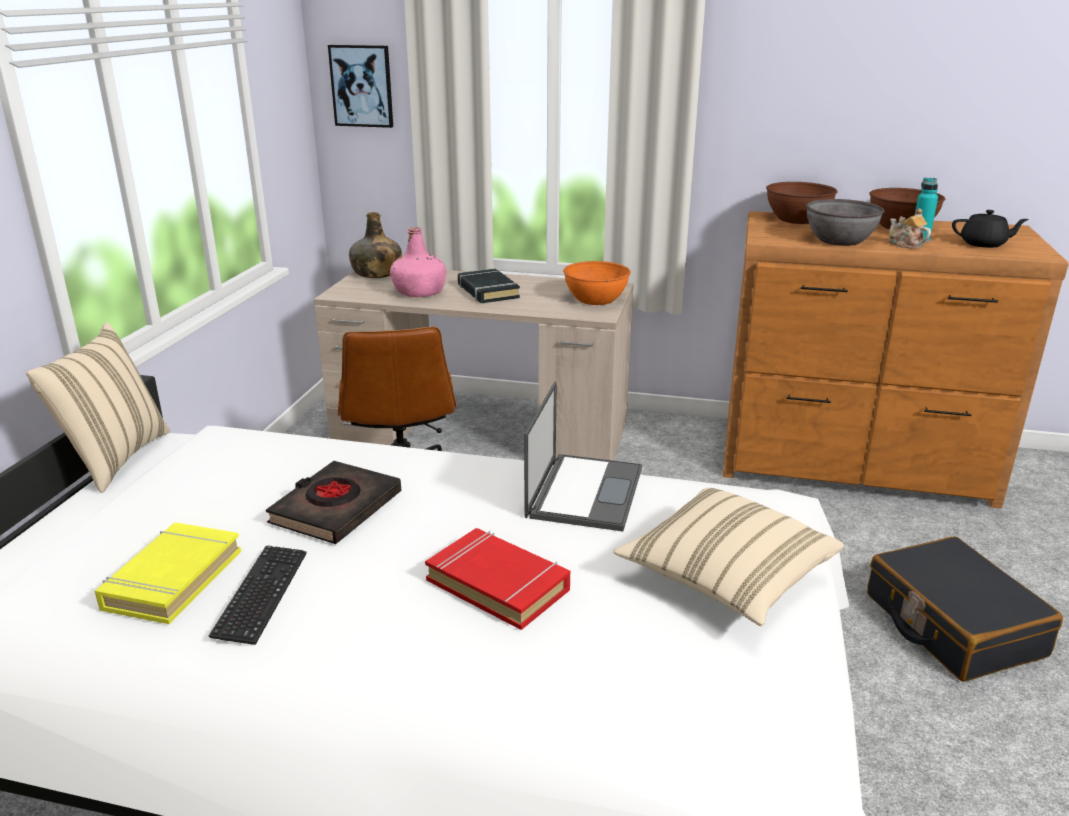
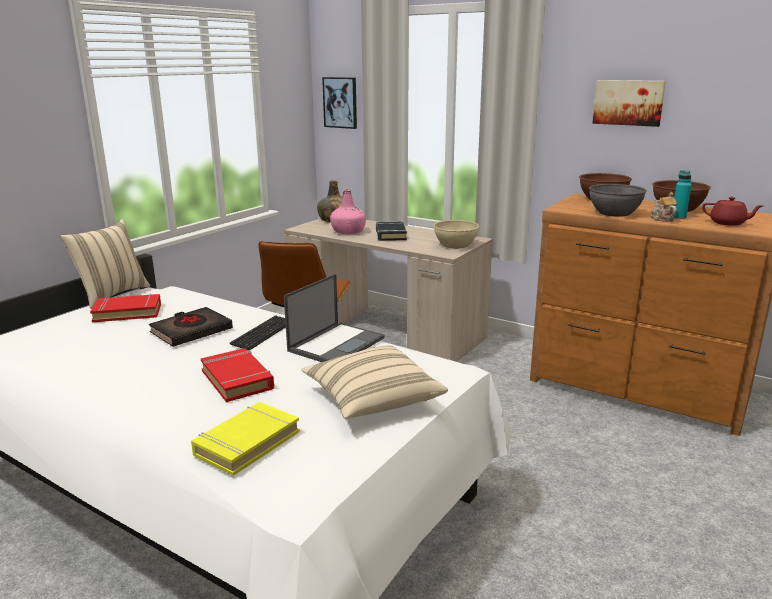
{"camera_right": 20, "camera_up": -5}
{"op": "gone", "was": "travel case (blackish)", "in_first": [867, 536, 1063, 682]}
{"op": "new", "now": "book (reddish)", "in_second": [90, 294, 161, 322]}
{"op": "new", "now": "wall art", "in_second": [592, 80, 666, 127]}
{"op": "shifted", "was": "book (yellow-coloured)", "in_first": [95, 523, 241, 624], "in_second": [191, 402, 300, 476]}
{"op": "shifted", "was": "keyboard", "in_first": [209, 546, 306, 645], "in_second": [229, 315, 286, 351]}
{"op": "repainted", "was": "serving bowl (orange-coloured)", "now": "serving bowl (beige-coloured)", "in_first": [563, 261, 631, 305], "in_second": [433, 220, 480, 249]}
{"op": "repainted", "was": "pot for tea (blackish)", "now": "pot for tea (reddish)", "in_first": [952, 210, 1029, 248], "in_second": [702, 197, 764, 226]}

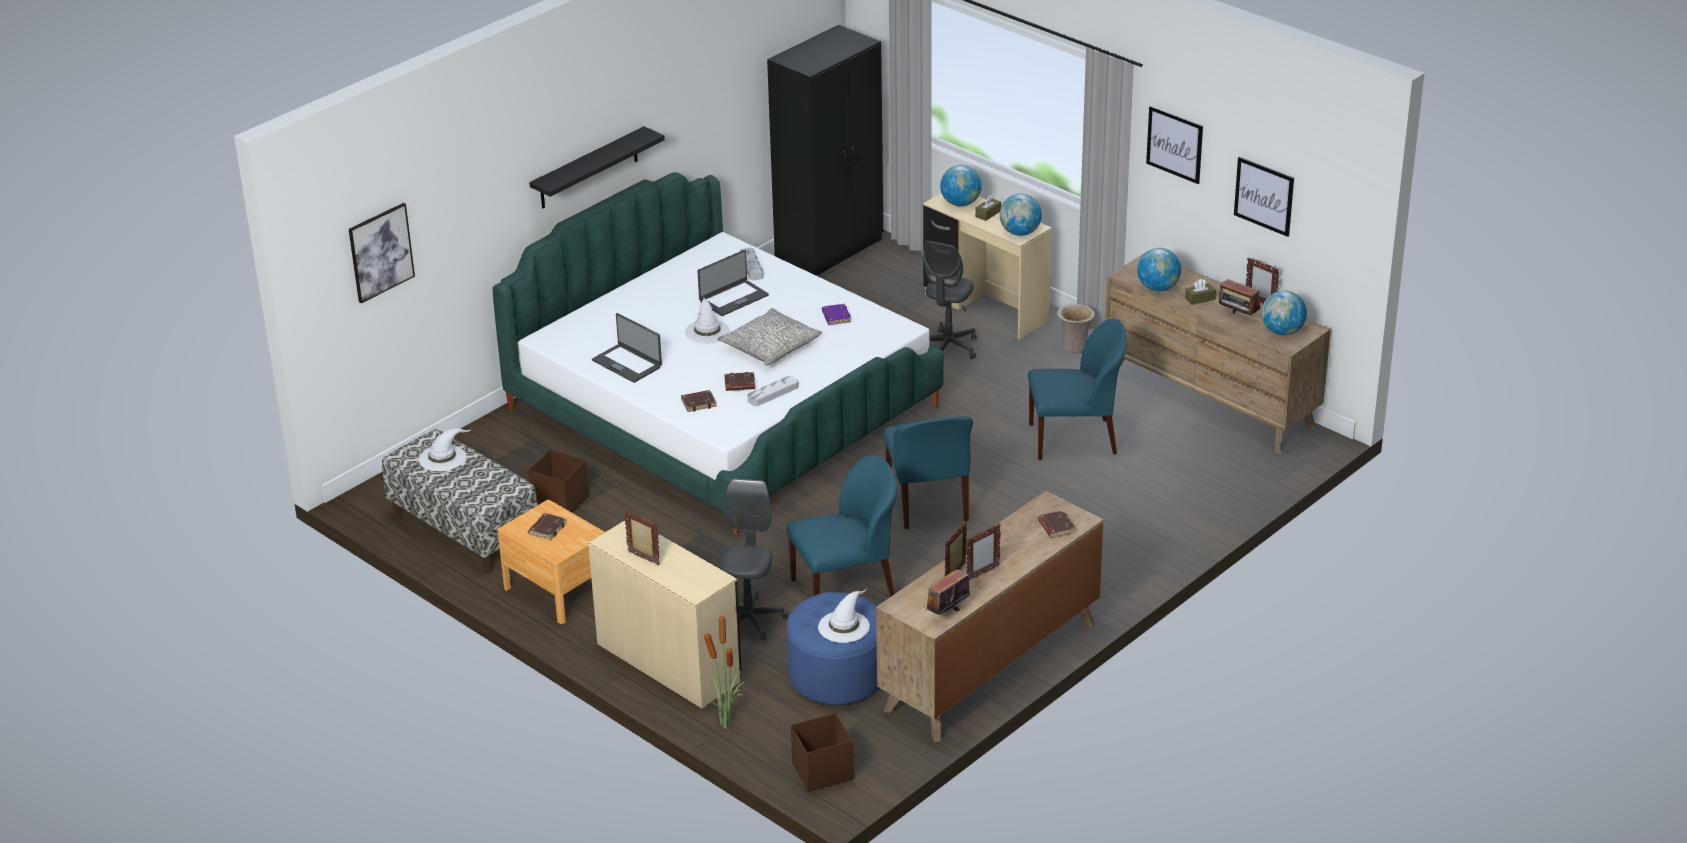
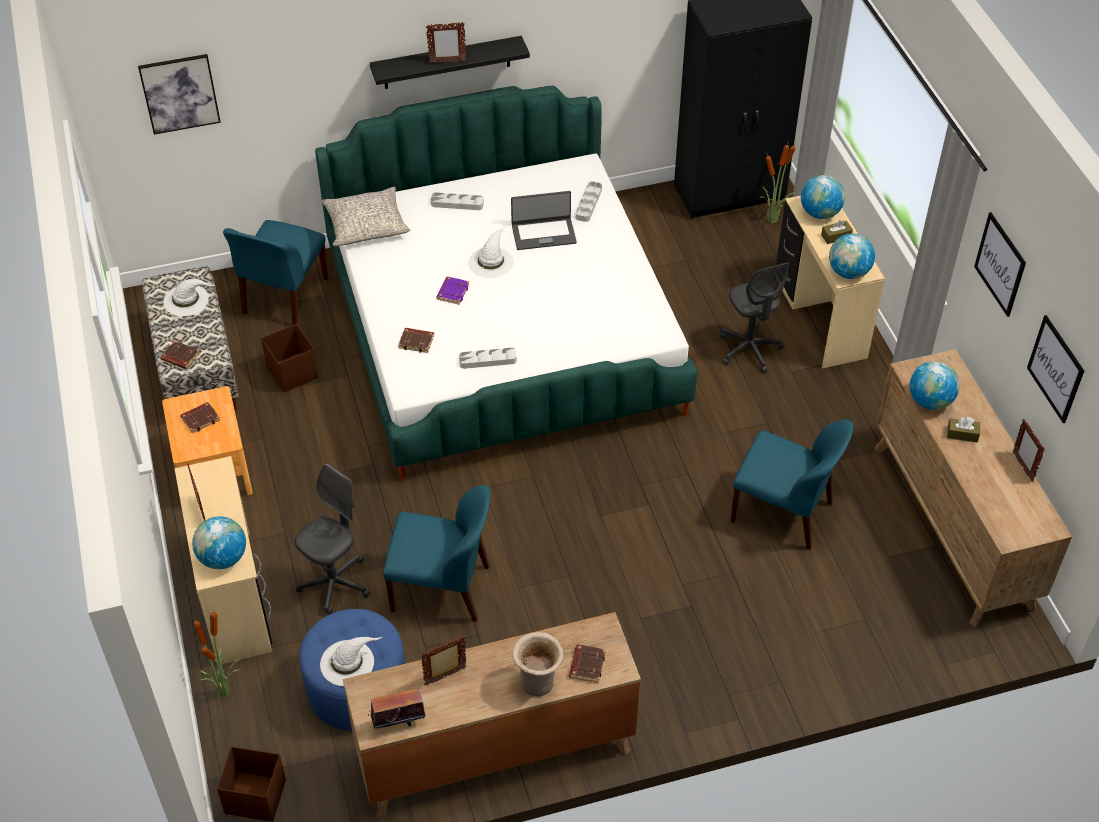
{"camera_right": 30, "camera_up": 15}
{"op": "gone", "was": "portable computer", "in_first": [592, 313, 662, 383]}
{"op": "gone", "was": "radio set", "in_first": [1219, 279, 1260, 316]}
{"op": "new", "now": "tray (greyish)", "in_second": [431, 192, 484, 210]}
{"op": "new", "now": "houseplant", "in_second": [760, 144, 796, 224]}
{"op": "shifted", "was": "cushion (greyish)", "in_first": [717, 308, 822, 366], "in_second": [321, 187, 411, 246]}
{"op": "shifted", "was": "book (brown)", "in_first": [724, 372, 755, 391], "in_second": [161, 341, 200, 369]}
{"op": "shifted", "was": "book (purple-coloured)", "in_first": [822, 304, 851, 325], "in_second": [436, 277, 469, 305]}
{"op": "shifted", "was": "upright chair (bluish)", "in_first": [883, 416, 973, 529], "in_second": [223, 220, 329, 325]}
{"op": "shifted", "was": "photo frame", "in_first": [966, 523, 1001, 580], "in_second": [426, 22, 466, 63]}
{"op": "shifted", "was": "vase (beige-coloured)", "in_first": [1057, 304, 1095, 354], "in_second": [513, 632, 564, 697]}
{"op": "shifted", "was": "world globe", "in_first": [1261, 291, 1307, 335], "in_second": [192, 516, 246, 569]}
{"op": "rotated", "was": "computer chair (greyish)", "in_first": [923, 241, 977, 359], "in_second": [720, 262, 789, 373], "clockwise": -75}

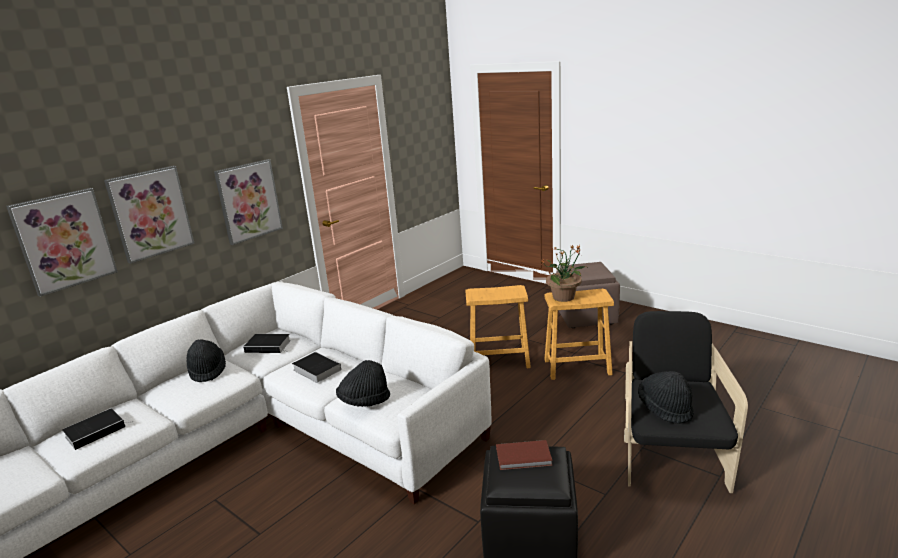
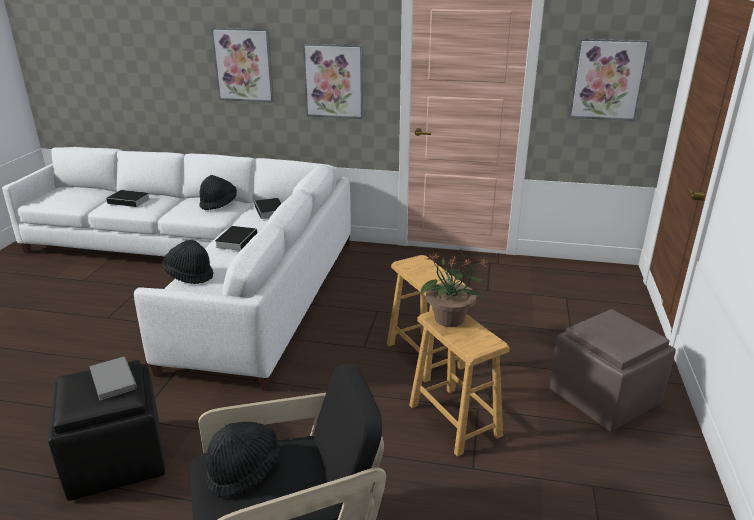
{"camera_right": 60, "camera_up": 5}
{"op": "shifted", "was": "wall art", "in_first": [6, 188, 118, 297], "in_second": [569, 38, 650, 121]}
{"op": "repainted", "was": "book (brown)", "now": "book (greyish)", "in_first": [496, 440, 553, 470], "in_second": [89, 357, 137, 400]}

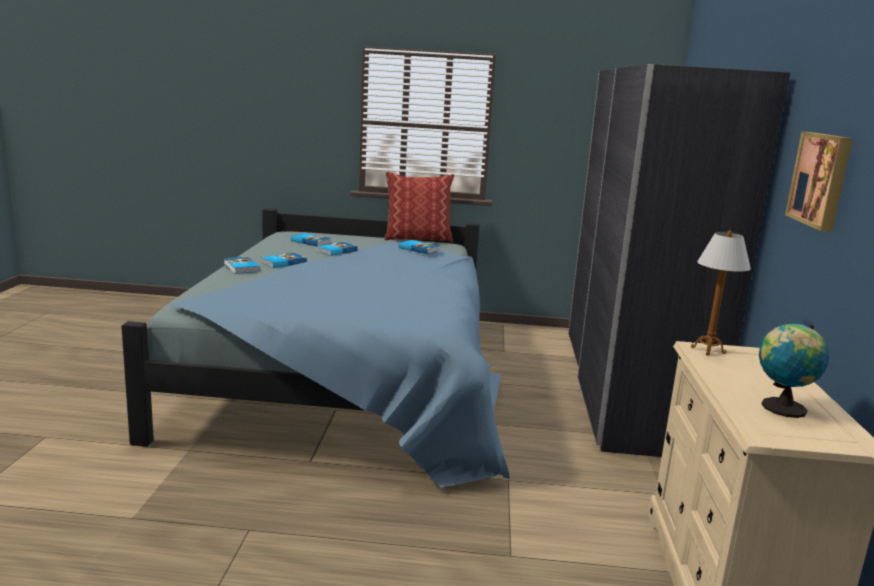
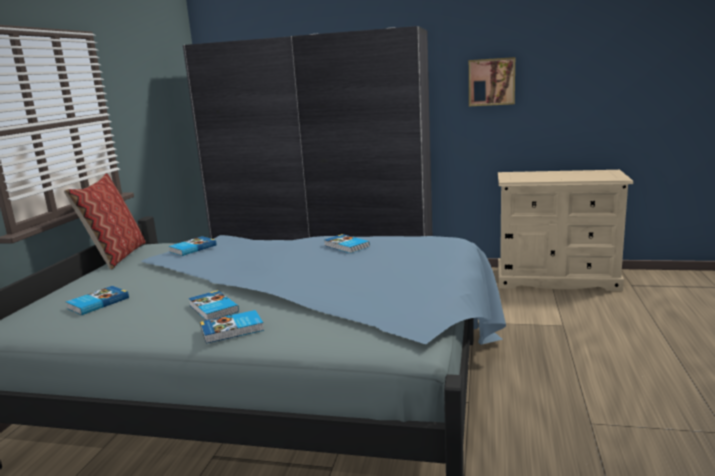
{"camera_right": -80, "camera_up": 0}
{"op": "gone", "was": "table lamp", "in_first": [691, 230, 751, 356]}
{"op": "gone", "was": "world globe", "in_first": [759, 324, 829, 418]}
{"op": "shifted", "was": "book", "in_first": [316, 242, 358, 256], "in_second": [324, 234, 370, 253]}

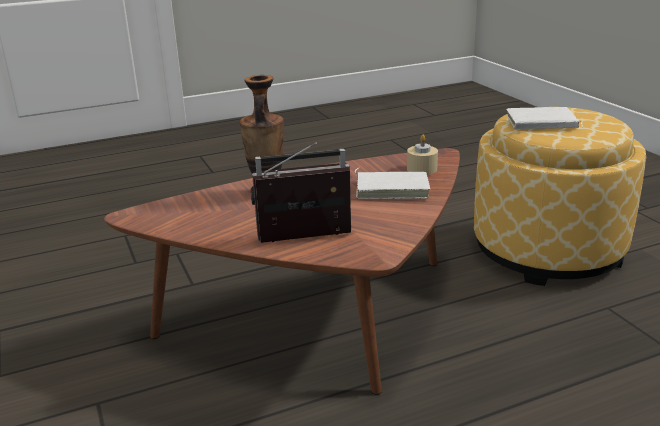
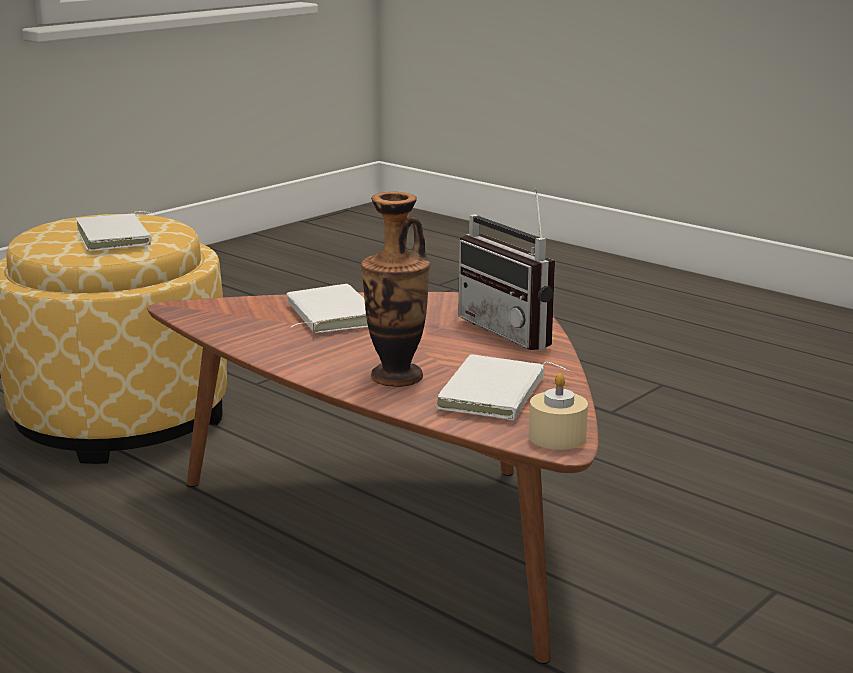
{"camera_right": -115, "camera_up": -5}
{"op": "new", "now": "book (white-coloured)", "in_second": [435, 354, 569, 420]}
{"op": "shifted", "was": "wax candle (beige-coloured)", "in_first": [407, 135, 438, 175], "in_second": [529, 373, 588, 450]}

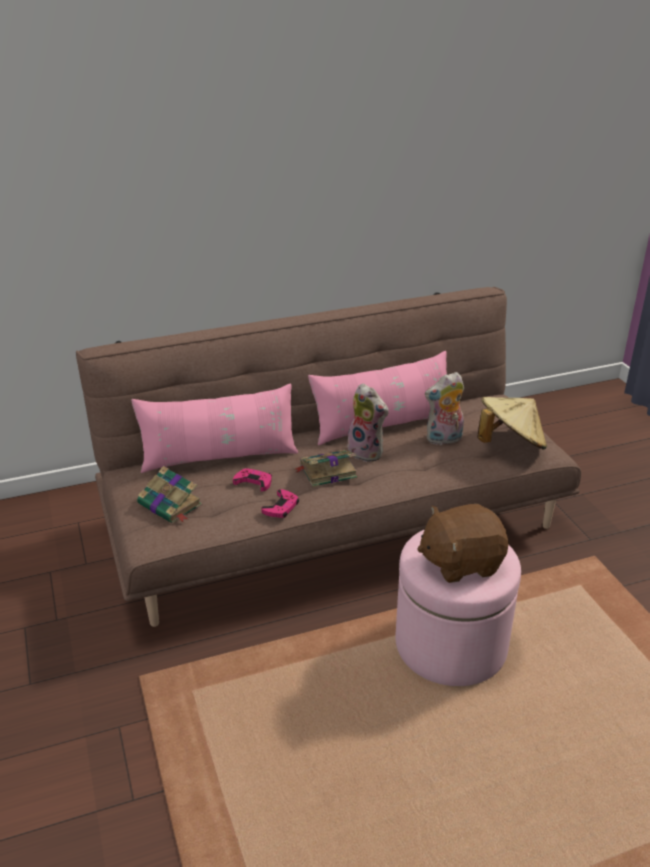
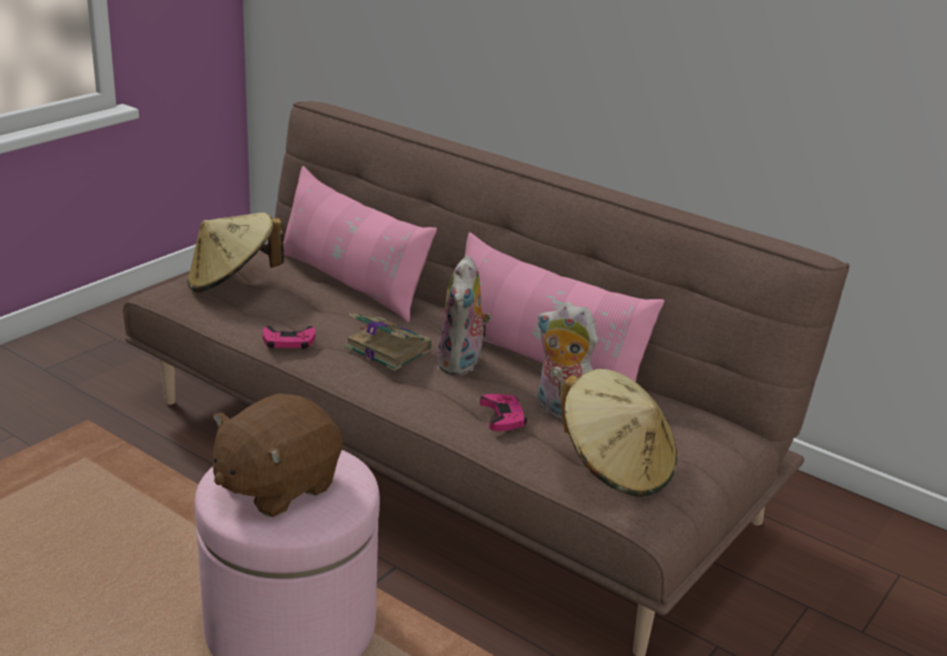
{"camera_right": 55, "camera_up": -5}
{"op": "shifted", "was": "joypad (pink-coloured)", "in_first": [233, 468, 272, 491], "in_second": [480, 394, 527, 431]}
{"op": "swapped", "was": "book", "now": "wearable hat (beige-coloured)", "in_first": [137, 466, 202, 523], "in_second": [187, 213, 284, 293]}
{"op": "rotated", "was": "plush toy (brown)", "in_first": [417, 504, 509, 583], "in_second": [213, 393, 342, 517], "clockwise": -90}

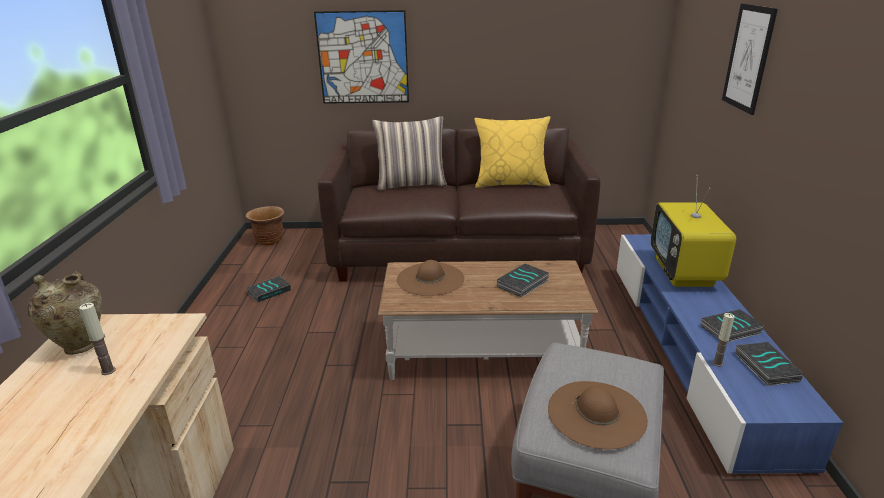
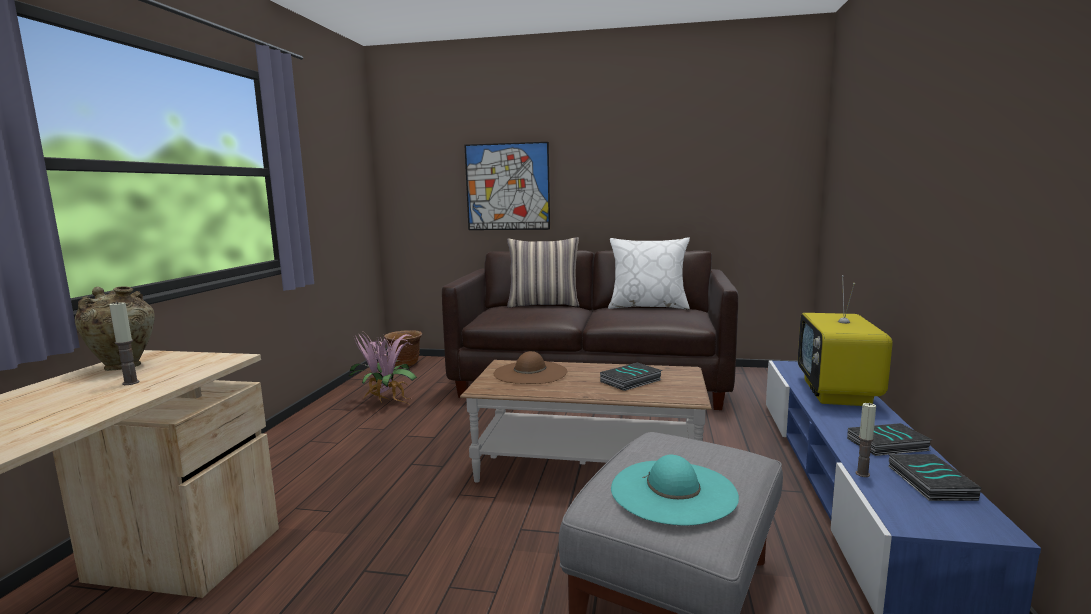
{"camera_right": 10, "camera_up": -15}
{"op": "gone", "was": "wall art", "in_first": [722, 4, 778, 115]}
{"op": "swapped", "was": "book", "now": "houseplant", "in_first": [246, 276, 291, 302], "in_second": [348, 332, 417, 404]}
{"op": "repainted", "was": "cushion (yellow-coloured)", "now": "cushion (white-coloured)", "in_first": [474, 116, 551, 188], "in_second": [608, 237, 690, 310]}
{"op": "repainted", "was": "wearable hat (brown)", "now": "wearable hat (turquoise-coloured)", "in_first": [548, 381, 648, 449], "in_second": [611, 454, 739, 525]}

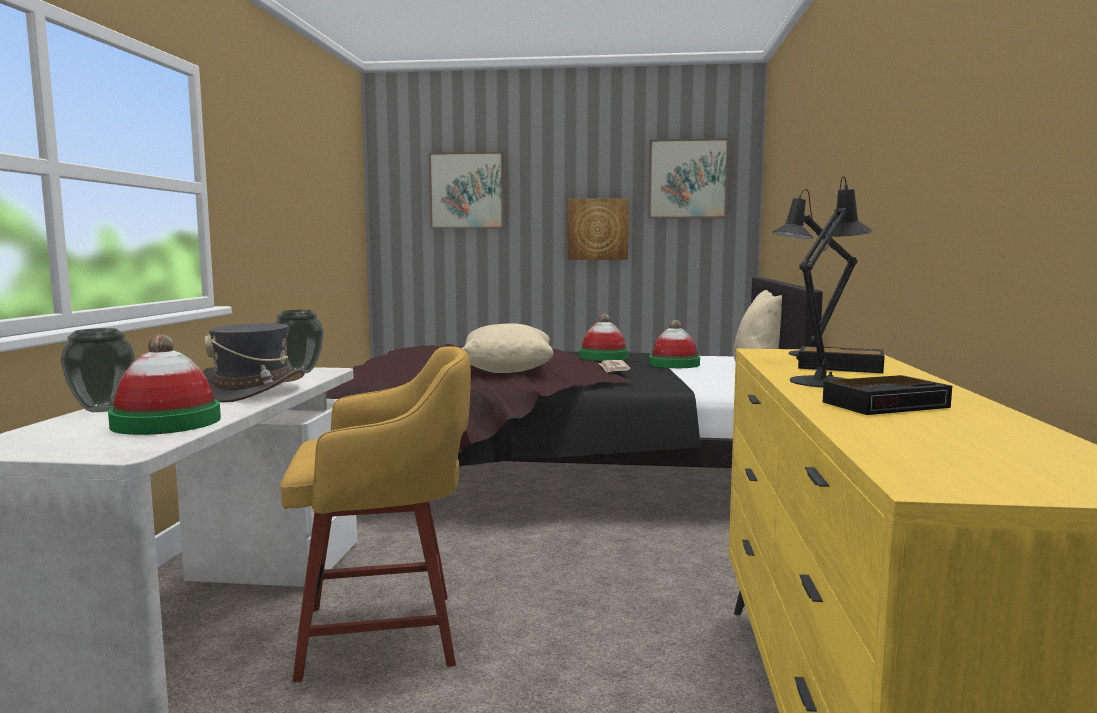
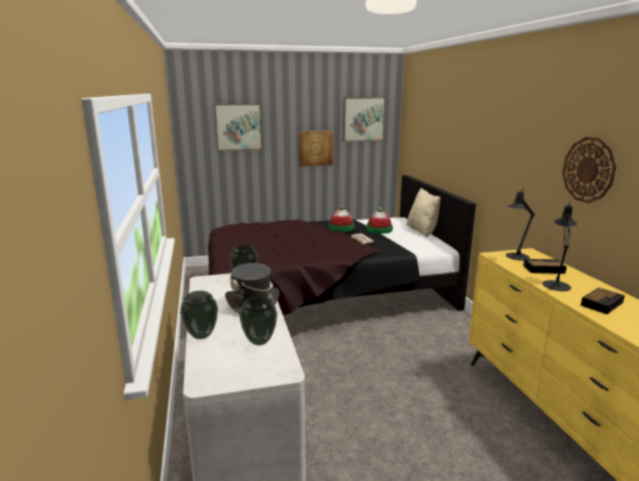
{"camera_right": -20, "camera_up": 10}
{"op": "gone", "was": "stool seat (yellow-coloured)", "in_first": [281, 346, 471, 682]}
{"op": "gone", "was": "cushion (beige-coloured)", "in_first": [462, 323, 554, 373]}
{"op": "new", "now": "clock on the wall", "in_second": [562, 137, 616, 203]}
{"op": "swapped", "was": "wearable hat", "now": "vase", "in_first": [108, 334, 221, 435], "in_second": [239, 295, 277, 345]}

